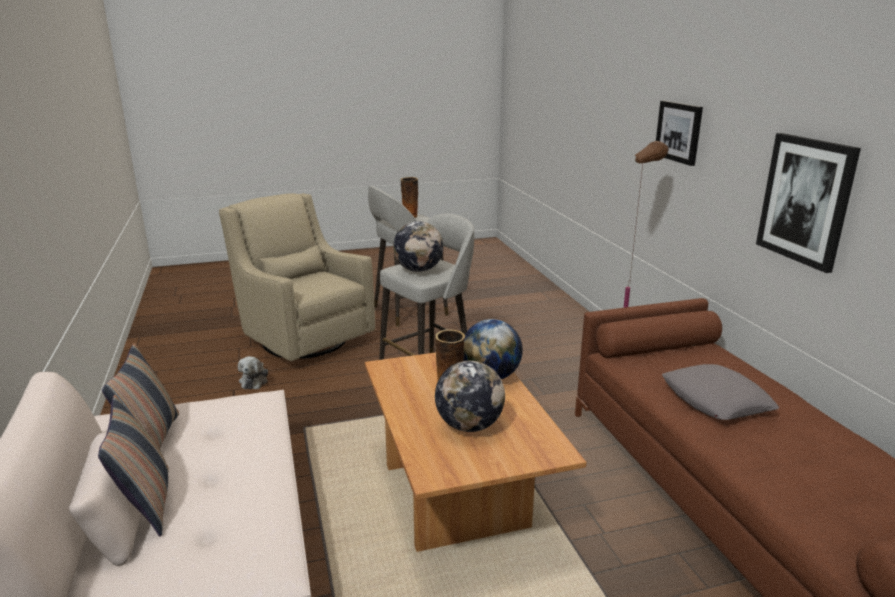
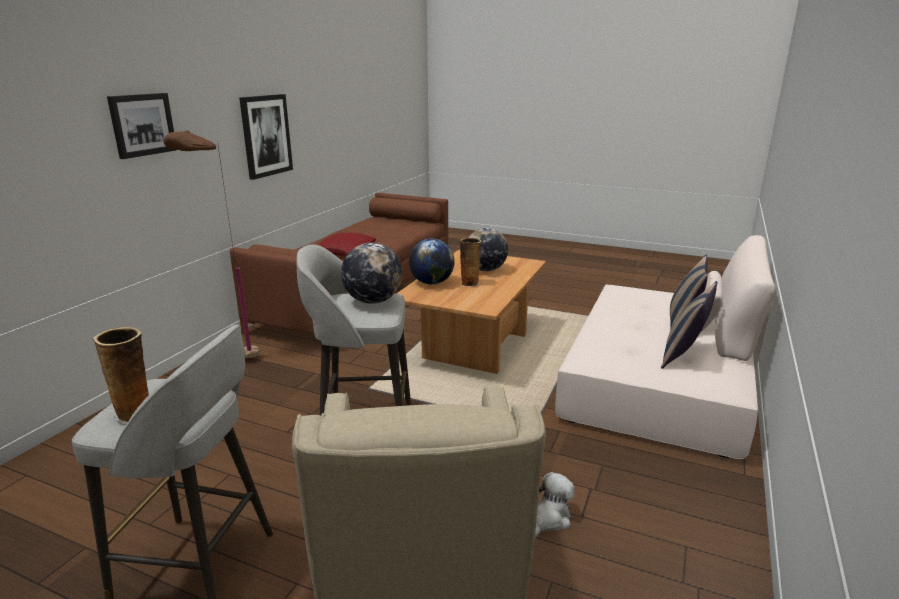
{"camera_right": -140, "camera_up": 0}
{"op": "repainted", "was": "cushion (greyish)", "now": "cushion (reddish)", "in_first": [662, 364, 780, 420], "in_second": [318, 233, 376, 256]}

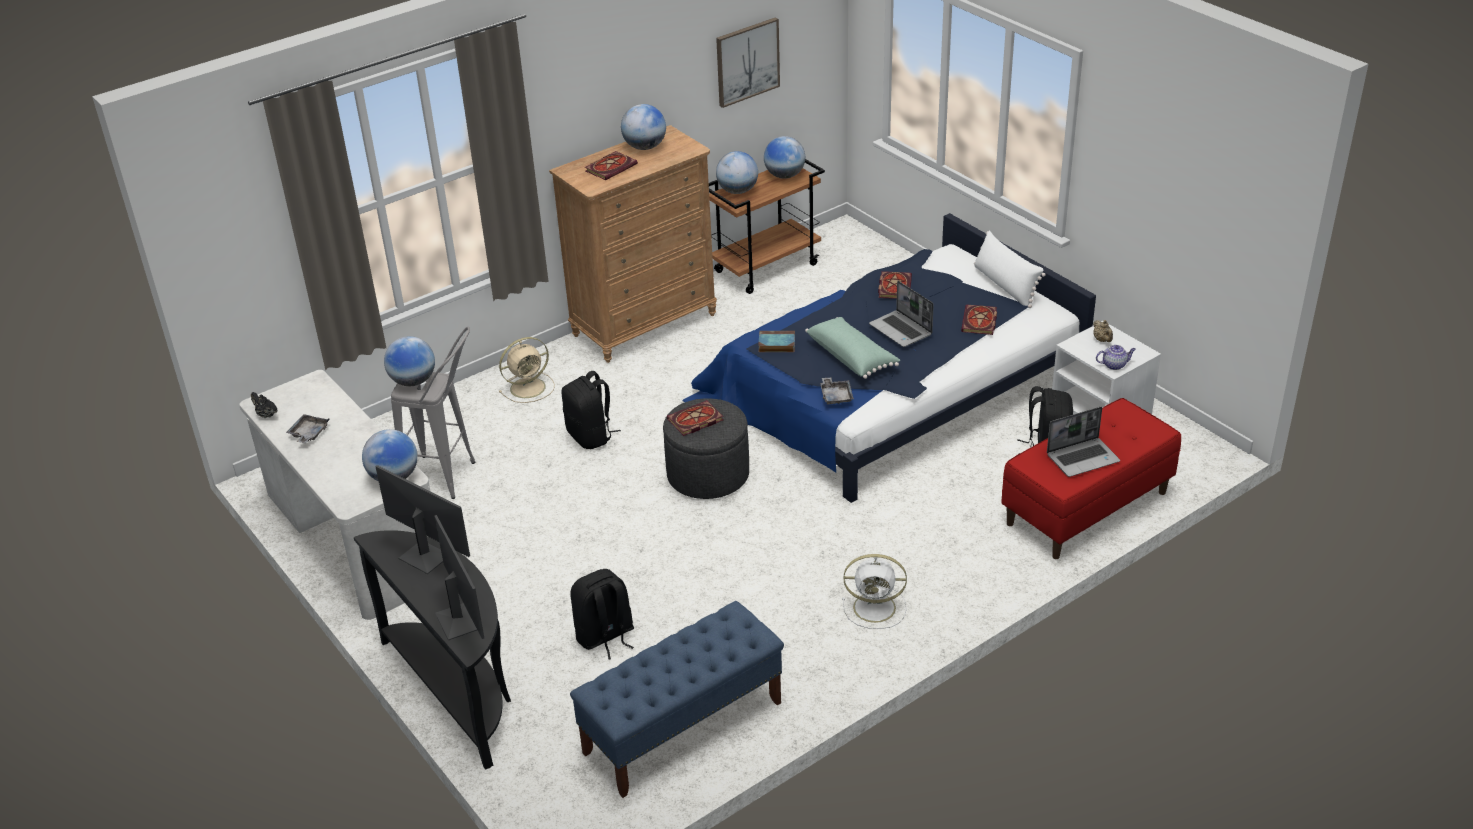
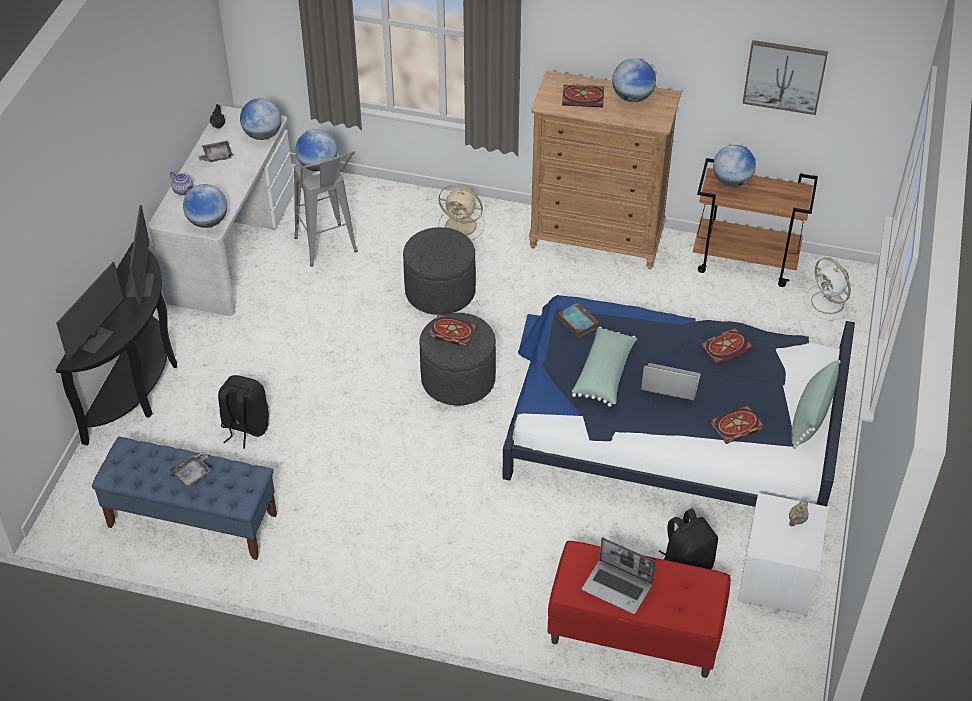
{"camera_right": 50, "camera_up": 10}
{"op": "shifted", "was": "world globe", "in_first": [764, 136, 805, 179], "in_second": [240, 98, 282, 140]}
{"op": "shifted", "was": "tray (greyish)", "in_first": [820, 377, 854, 405], "in_second": [170, 452, 212, 487]}
{"op": "shifted", "was": "cooling fan (white-coloured)", "in_first": [842, 554, 907, 629], "in_second": [804, 258, 854, 321]}
{"op": "shifted", "was": "pot for tea", "in_first": [1096, 345, 1136, 370], "in_second": [170, 171, 193, 195]}
{"op": "swapped", "was": "rucksack (blackish)", "now": "pouffe (greyish)", "in_first": [561, 371, 621, 449], "in_second": [403, 227, 476, 315]}
{"op": "repainted", "was": "cushion (white-coloured)", "now": "cushion (green-coloured)", "in_first": [974, 230, 1046, 308], "in_second": [791, 360, 841, 449]}
{"op": "rotated", "was": "portable computer", "in_first": [869, 281, 934, 347], "in_second": [641, 363, 701, 401], "clockwise": 90}

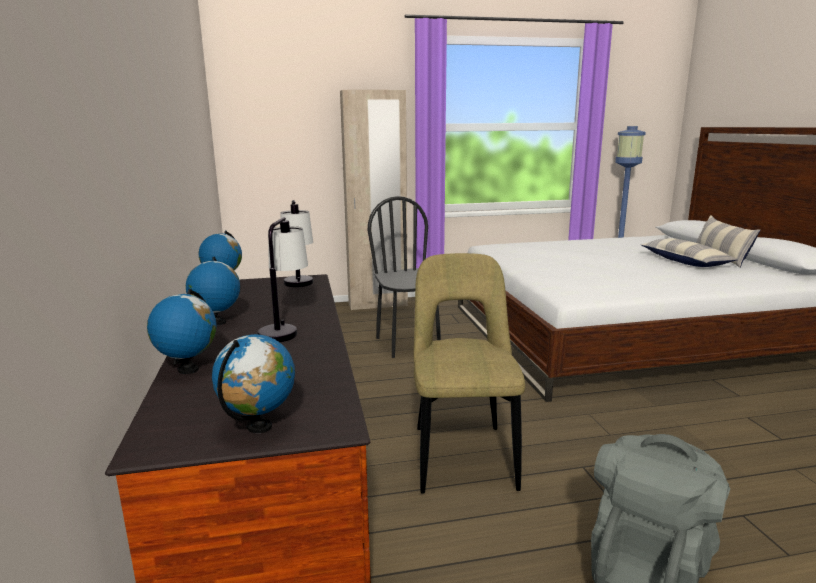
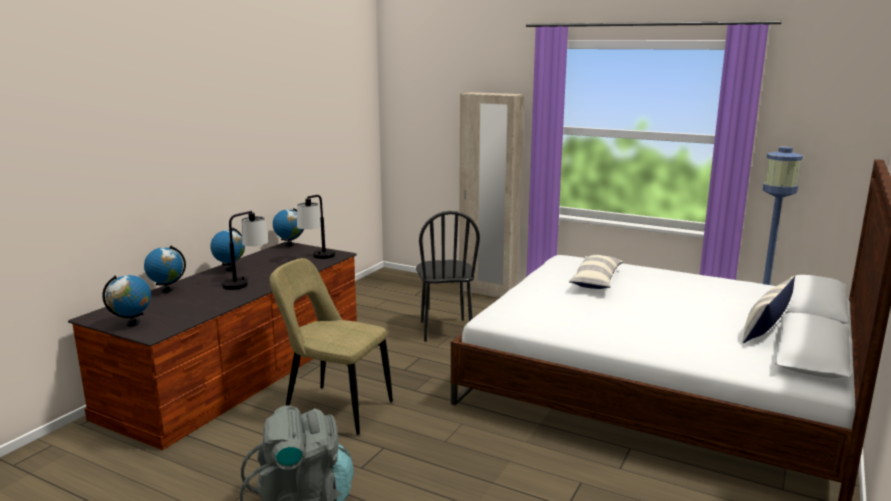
{"camera_right": 40, "camera_up": 0}
{"op": "shifted", "was": "cushion", "in_first": [641, 238, 738, 267], "in_second": [569, 255, 623, 289]}
{"op": "rotated", "was": "upright chair (blackish)", "in_first": [368, 196, 441, 358], "in_second": [416, 211, 480, 341], "clockwise": 150}
{"op": "rotated", "was": "upright chair (beige-coloured)", "in_first": [414, 253, 525, 494], "in_second": [270, 258, 393, 435], "clockwise": -105}

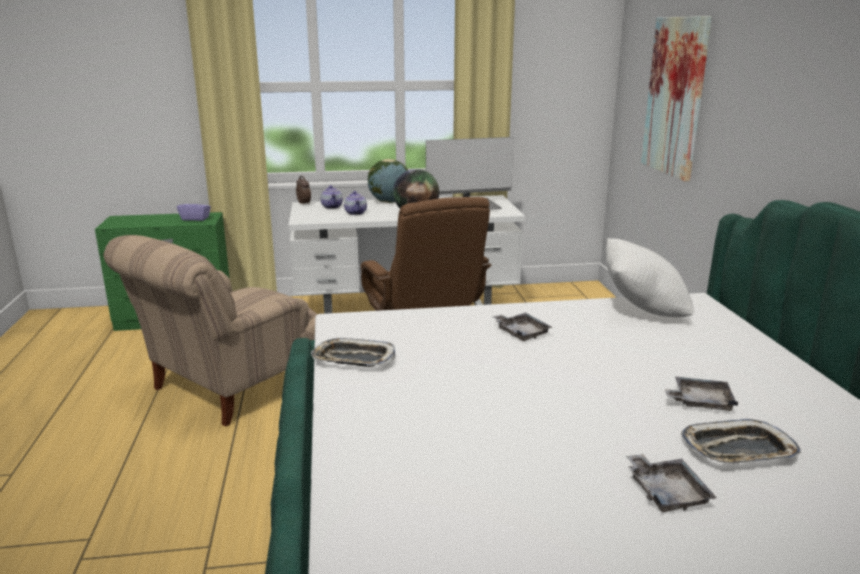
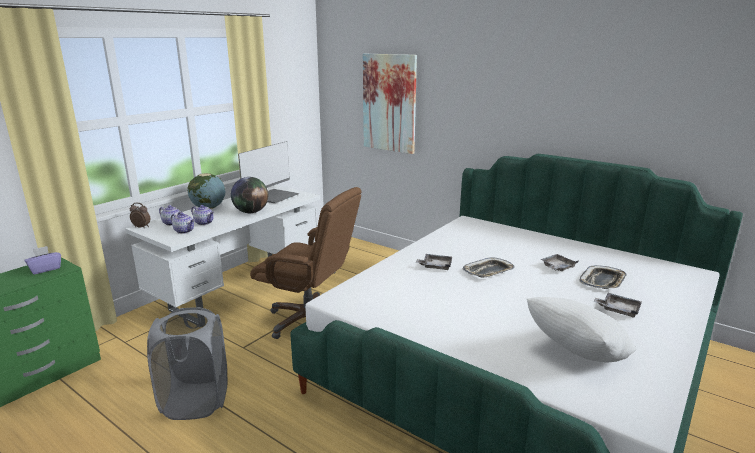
{"camera_right": -45, "camera_up": 0}
{"op": "new", "now": "pot for tea", "in_second": [171, 213, 195, 234]}
{"op": "shifted", "was": "tray", "in_first": [311, 338, 395, 367], "in_second": [463, 257, 515, 278]}
{"op": "shifted", "was": "cushion (white-coloured)", "in_first": [606, 238, 694, 317], "in_second": [527, 297, 636, 363]}
{"op": "swapped", "was": "lounge chair (beige-coloured)", "now": "washing basket (greyish)", "in_first": [104, 235, 317, 427], "in_second": [147, 307, 228, 420]}

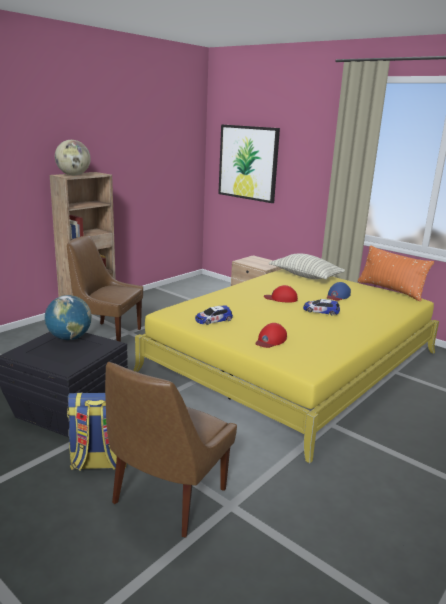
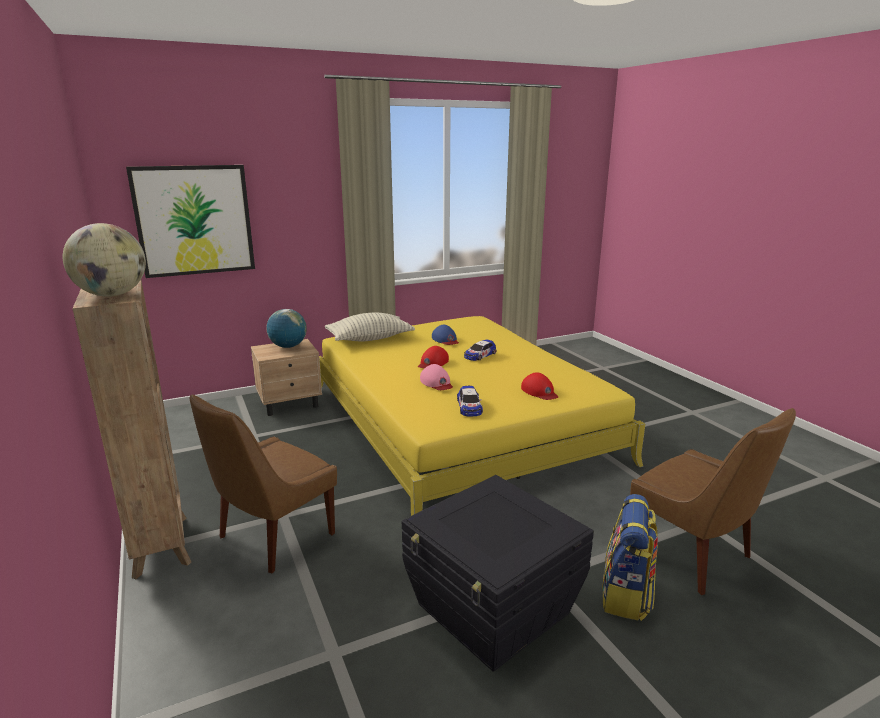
{"camera_right": -65, "camera_up": 0}
{"op": "gone", "was": "cushion (orange-coloured)", "in_first": [358, 245, 434, 301]}
{"op": "new", "now": "peaked cap (pink-coloured)", "in_second": [420, 364, 453, 390]}
{"op": "shifted", "was": "world globe", "in_first": [45, 295, 92, 340], "in_second": [267, 309, 307, 348]}

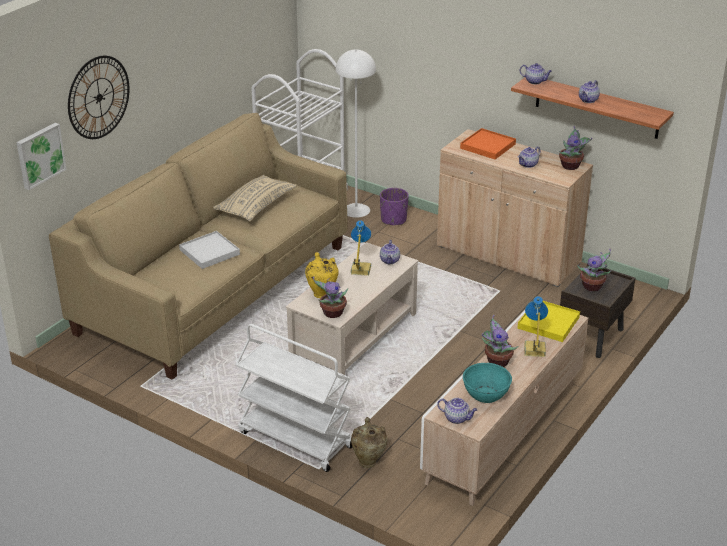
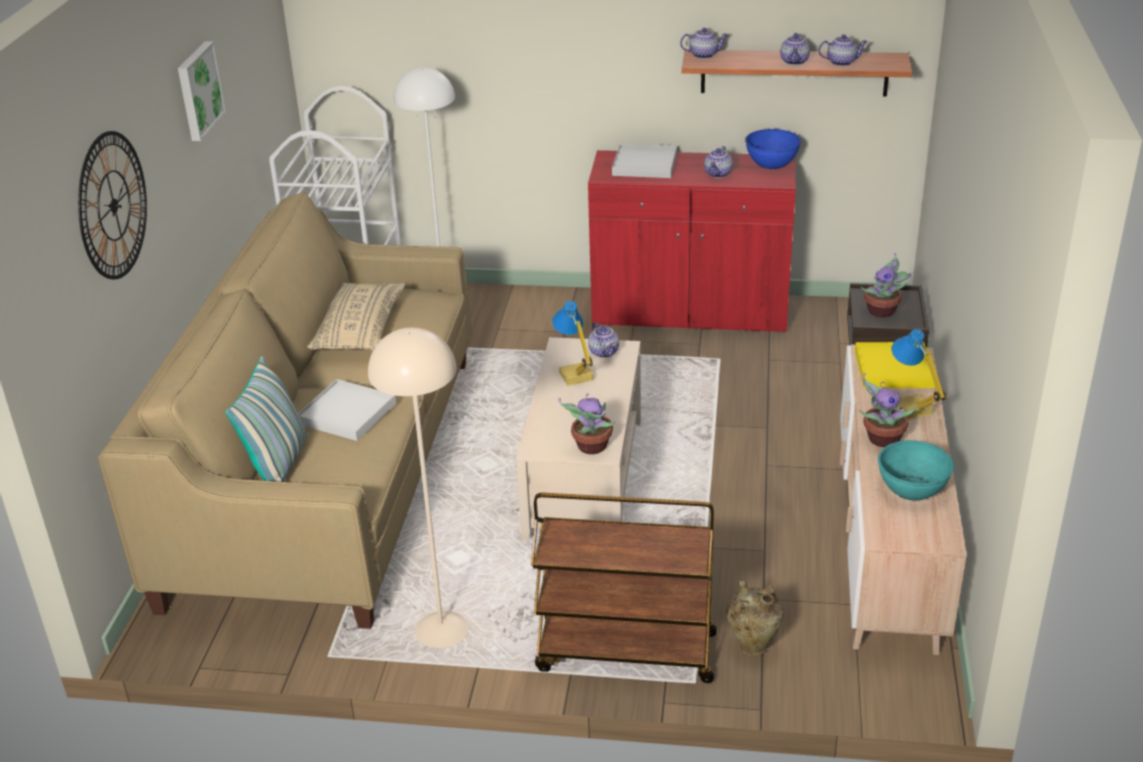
{"camera_right": -25, "camera_up": 0}
{"op": "gone", "was": "vase (yellow-coloured)", "in_first": [305, 252, 339, 298]}
{"op": "gone", "was": "plant pot (purple-coloured)", "in_first": [380, 188, 409, 225]}
{"op": "new", "now": "cushion", "in_second": [225, 356, 307, 482]}
{"op": "new", "now": "standard lamp (beige-coloured)", "in_second": [368, 327, 468, 648]}
{"op": "shifted", "was": "wall art", "in_first": [16, 123, 67, 190], "in_second": [178, 41, 226, 141]}
{"op": "shifted", "was": "pot for tea", "in_first": [437, 398, 478, 424], "in_second": [818, 34, 868, 66]}
{"op": "swapped", "was": "houseplant", "now": "serving bowl (bluish)", "in_first": [559, 126, 592, 170], "in_second": [745, 129, 801, 169]}
{"op": "repainted", "was": "cart (white-coloured)", "now": "cart (brown)", "in_first": [236, 324, 352, 472], "in_second": [531, 493, 717, 683]}
{"op": "repainted", "was": "cabinet (beige-coloured)", "now": "cabinet (reddish)", "in_first": [437, 129, 593, 287], "in_second": [588, 150, 796, 333]}
{"op": "repainted", "was": "tray (orange-coloured)", "now": "tray (white-coloured)", "in_first": [460, 128, 516, 159], "in_second": [612, 143, 677, 178]}

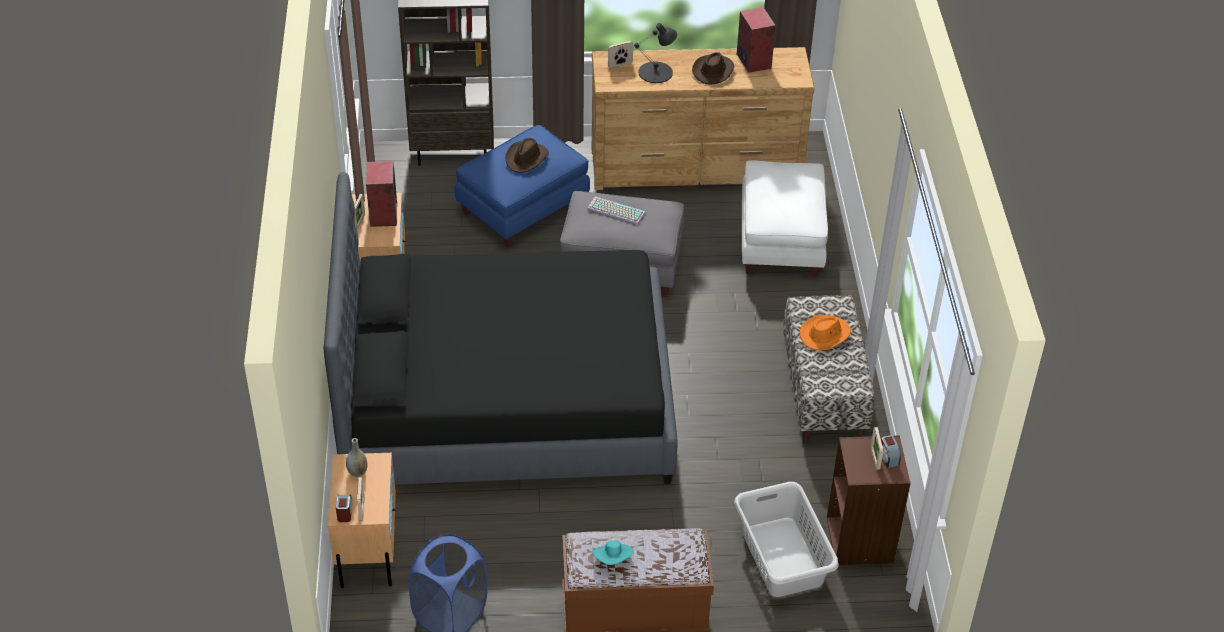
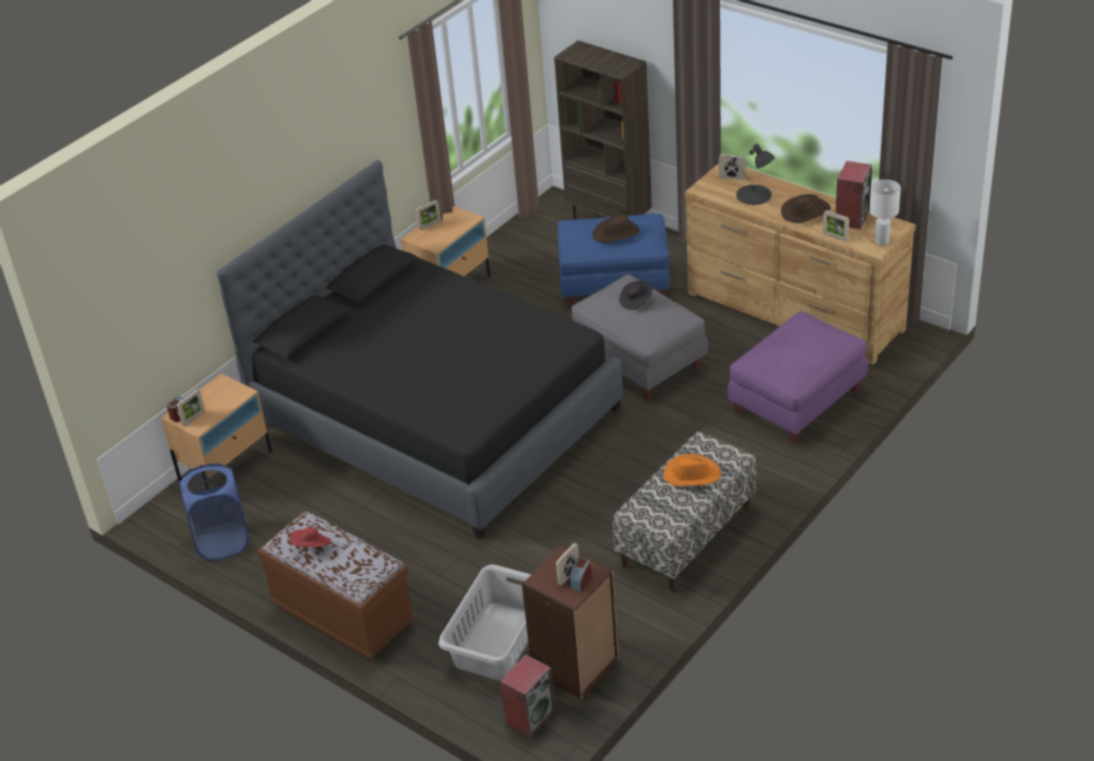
{"camera_right": 45, "camera_up": -5}
{"op": "gone", "was": "vase (greyish)", "in_first": [346, 438, 367, 477]}
{"op": "new", "now": "photo frame", "in_second": [822, 210, 849, 241]}
{"op": "new", "now": "table lamp (white-coloured)", "in_second": [869, 179, 901, 245]}
{"op": "shifted", "was": "speaker", "in_first": [366, 161, 397, 227], "in_second": [500, 654, 555, 738]}
{"op": "swapped", "was": "keyboard", "now": "wearable hat (blackish)", "in_first": [587, 196, 645, 225], "in_second": [619, 281, 652, 310]}
{"op": "repainted", "was": "wearable hat (turquoise-coloured)", "now": "wearable hat (reddish)", "in_first": [592, 540, 634, 565], "in_second": [290, 527, 330, 547]}
{"op": "repainted", "was": "pouffe (white-coloured)", "now": "pouffe (purple-coloured)", "in_first": [742, 160, 828, 277], "in_second": [727, 311, 868, 444]}

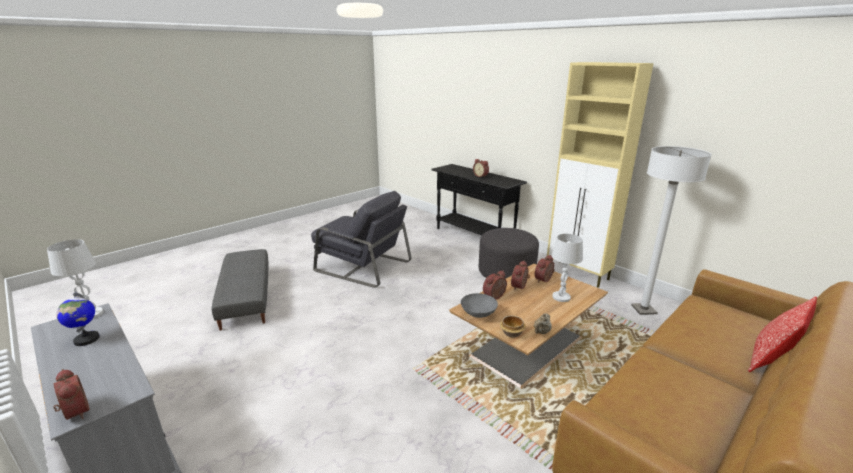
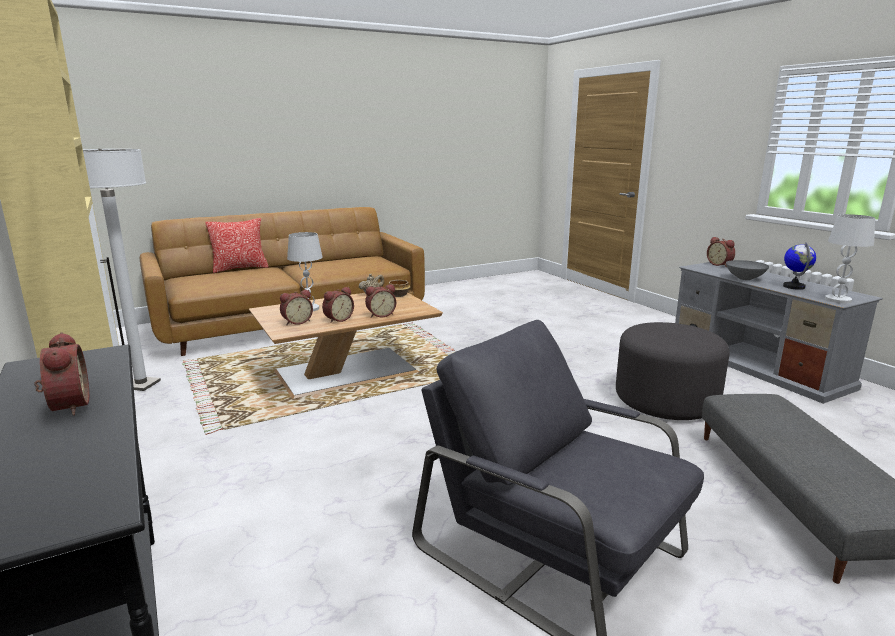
{"camera_right": -165, "camera_up": -5}
{"op": "shifted", "was": "serving bowl (greyish)", "in_first": [461, 293, 498, 318], "in_second": [726, 260, 769, 280]}
{"op": "shifted", "was": "pouffe (greyish)", "in_first": [479, 228, 539, 279], "in_second": [616, 322, 730, 420]}

